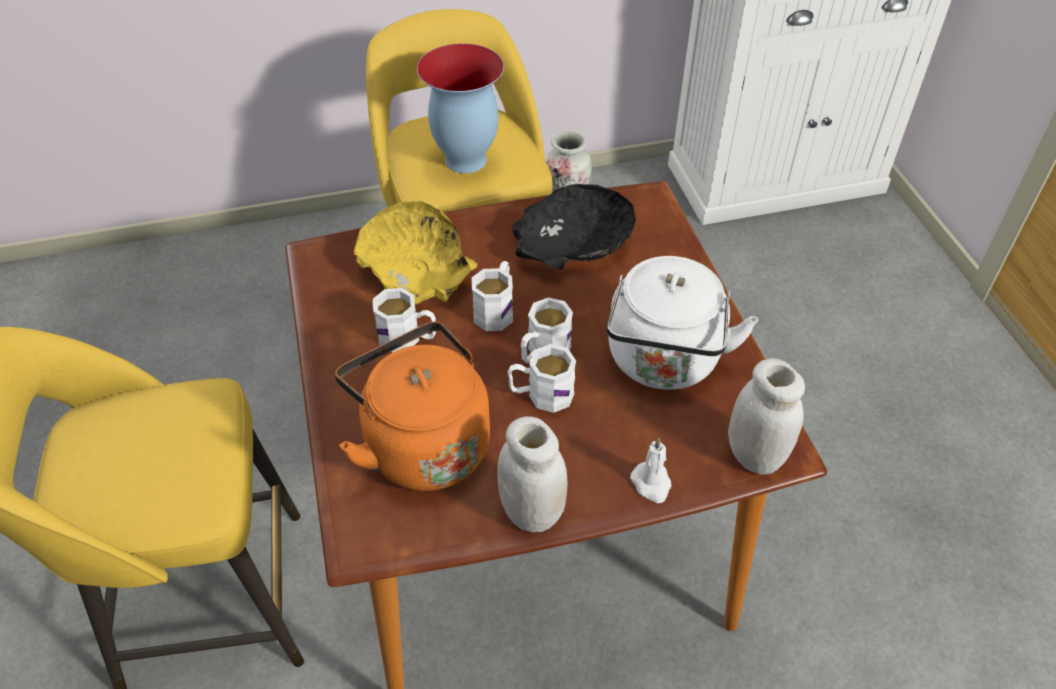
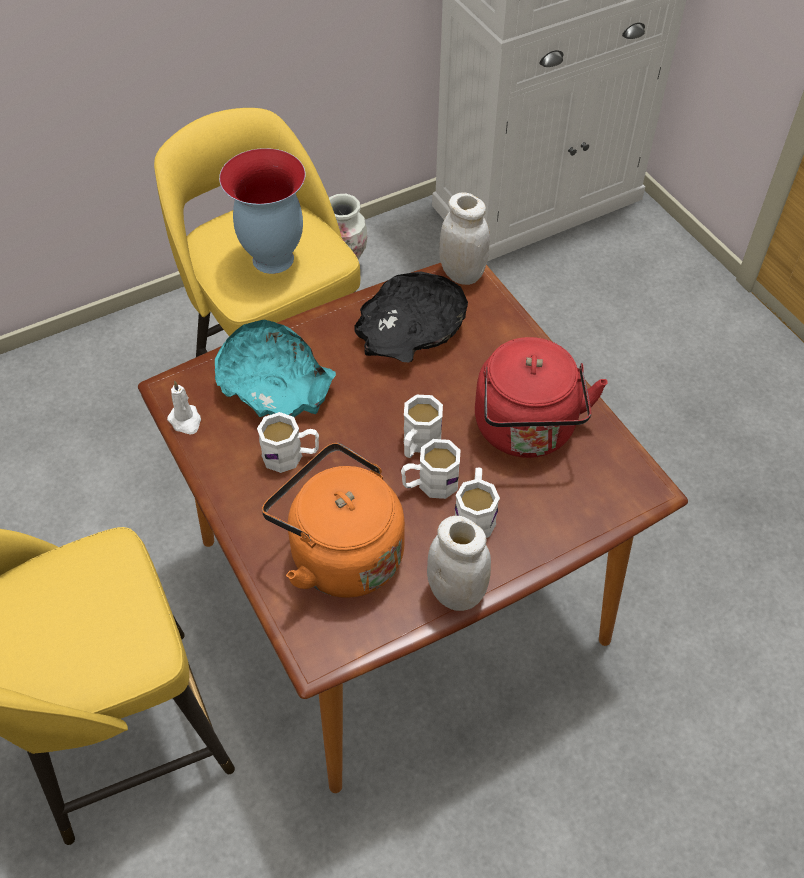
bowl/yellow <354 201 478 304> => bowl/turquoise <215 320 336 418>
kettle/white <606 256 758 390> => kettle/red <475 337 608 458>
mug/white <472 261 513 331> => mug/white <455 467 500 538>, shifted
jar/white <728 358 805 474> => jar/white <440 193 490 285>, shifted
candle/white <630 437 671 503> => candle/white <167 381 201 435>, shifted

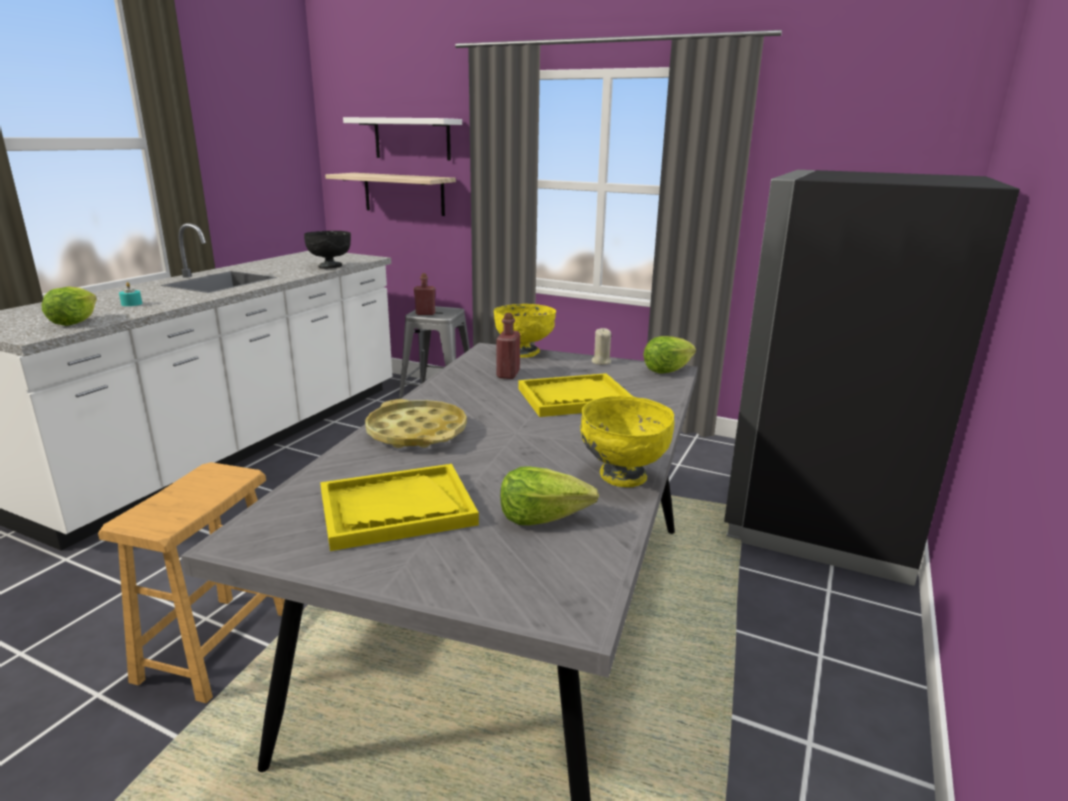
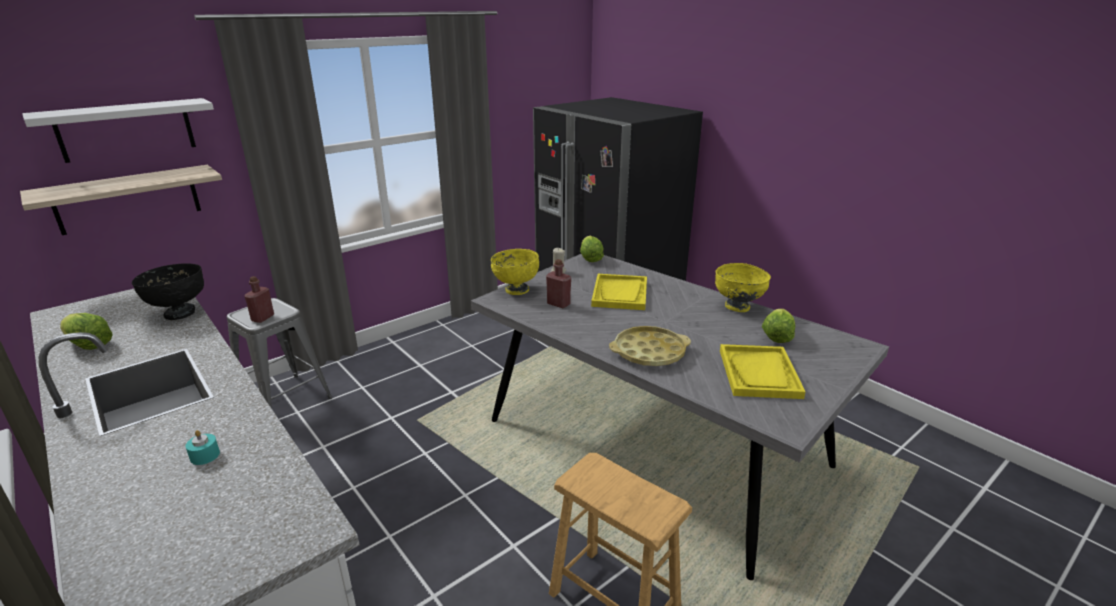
lettuce <42 286 97 326> => lettuce <60 313 113 350>, shifted

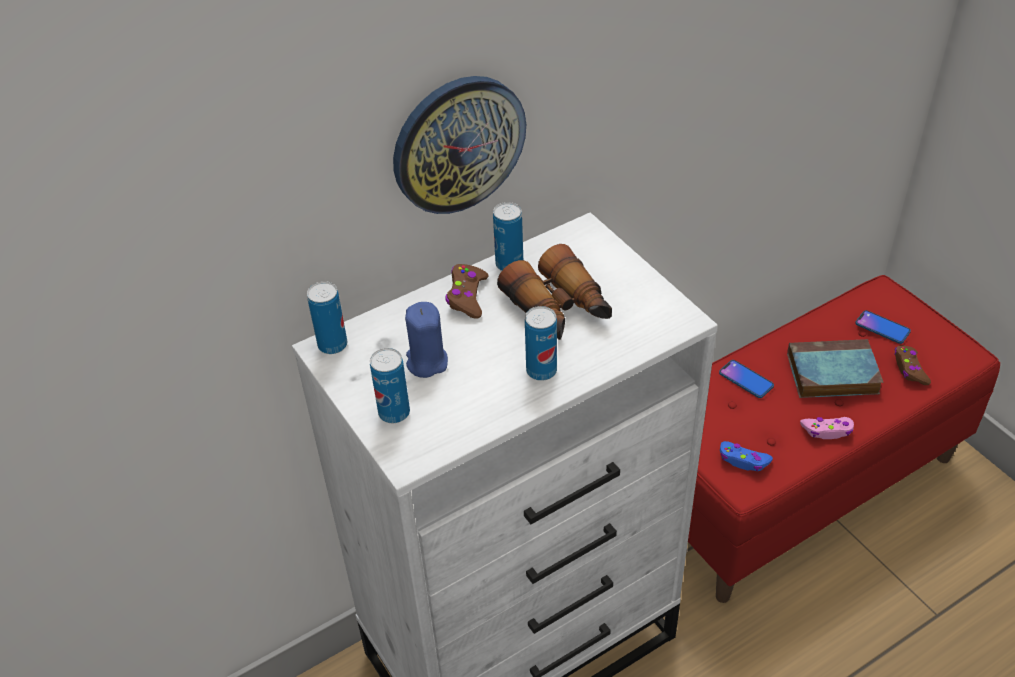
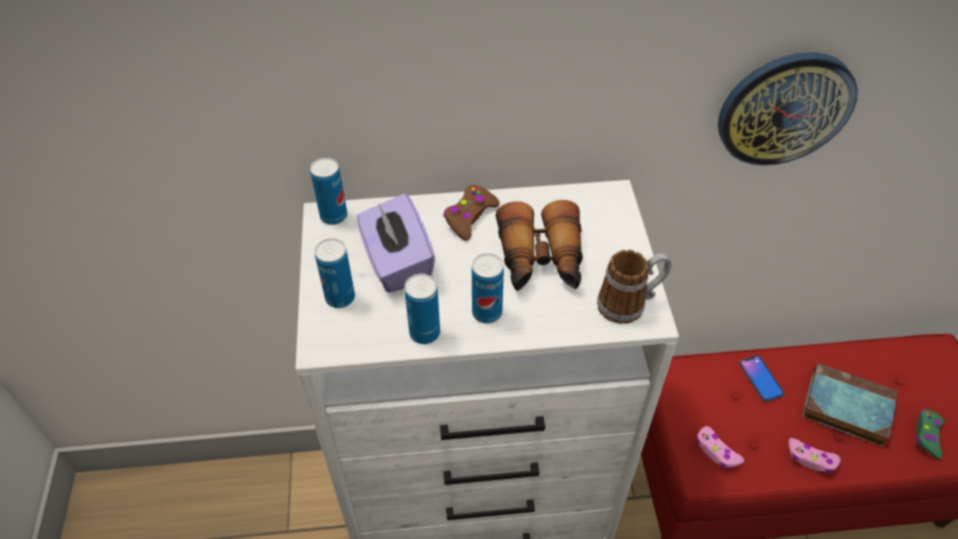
wall clock <393 76 526 214> => wall clock <718 52 858 166>, shifted
can <493 202 523 271> => can <405 274 440 344>, shifted
candle/blue <405 302 448 378> => tissue box/purple <357 193 435 293>
phone <855 310 911 344> => nothing
game controller/brown <894 345 931 385> => game controller/green <916 409 945 459>
game controller/blue <720 441 773 471> => game controller/pink <696 426 744 468>
nothing => mug <597 250 672 324>

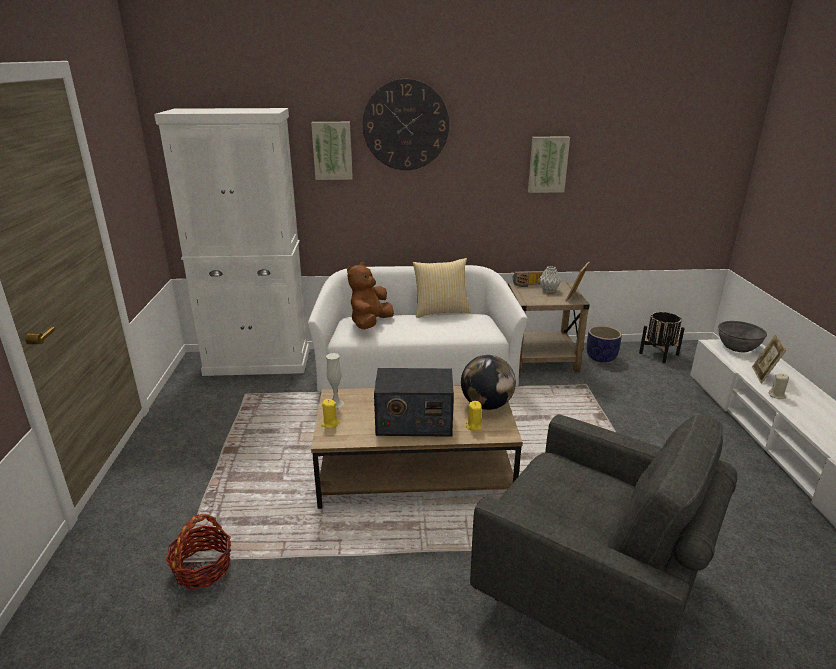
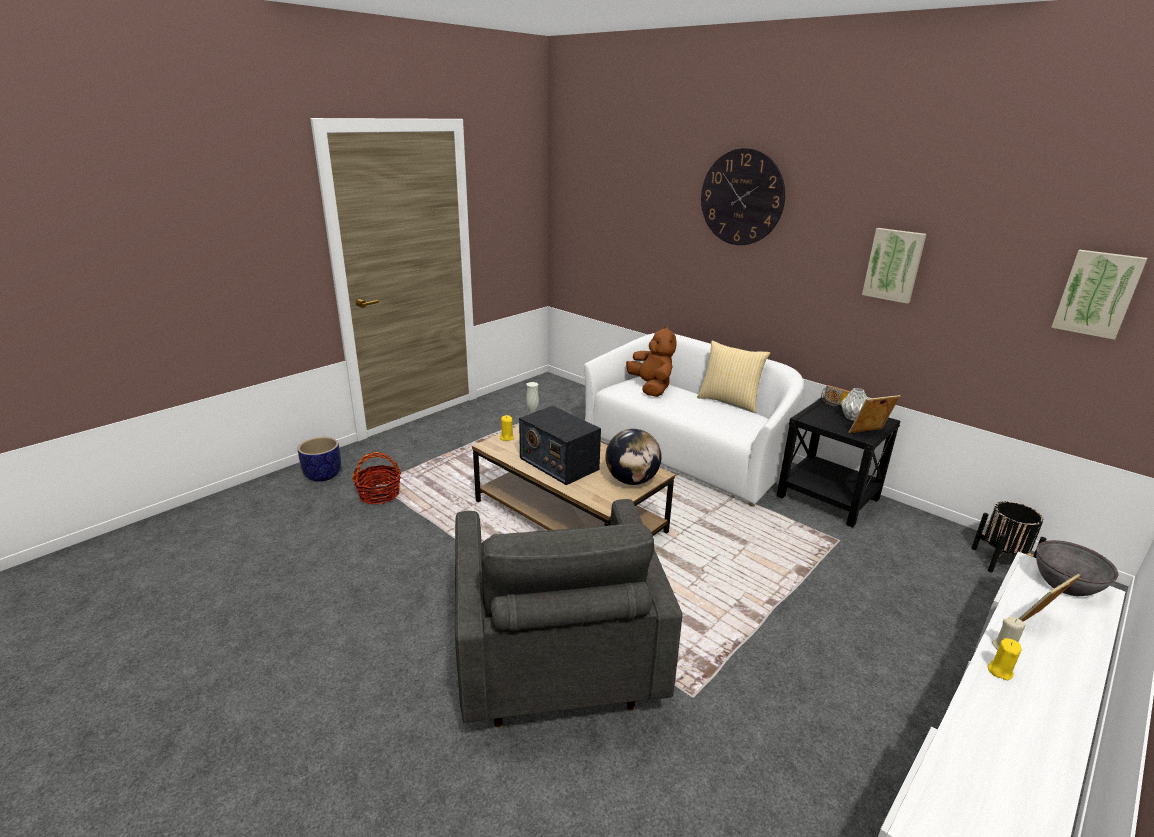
cabinet/white <154 108 310 376> => nothing
picture <311 122 353 180> => picture <1051 249 1147 340>, shifted
plush toy/brown <347 262 394 329> => plush toy/brown <626 326 676 397>, 90 degrees clockwise
side table/beige <508 282 590 374> => side table/black <777 398 901 527>
planter <587 326 622 363> => planter <298 437 341 482>, shifted
candle/yellow <466 401 482 431> => candle/yellow <988 638 1022 680>, shifted

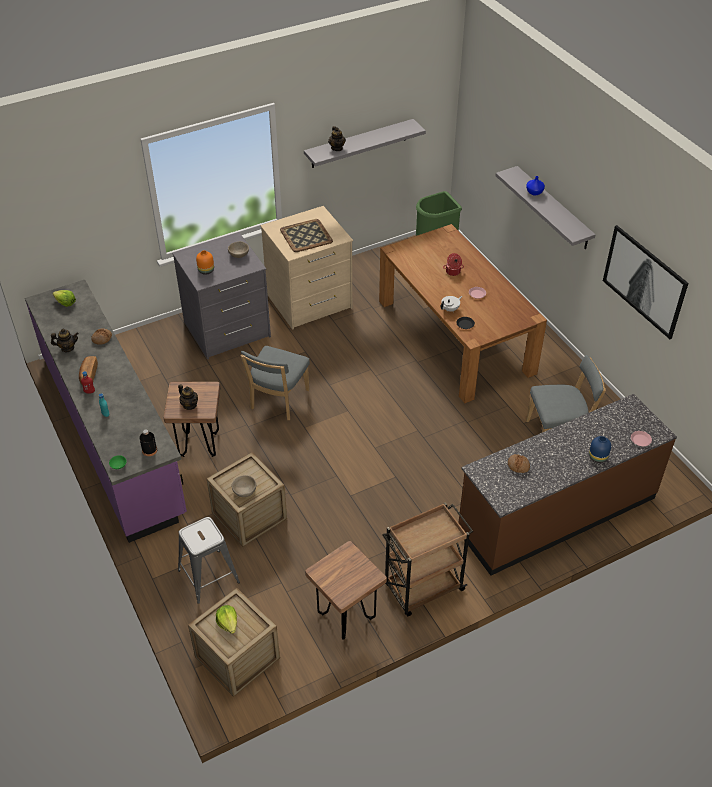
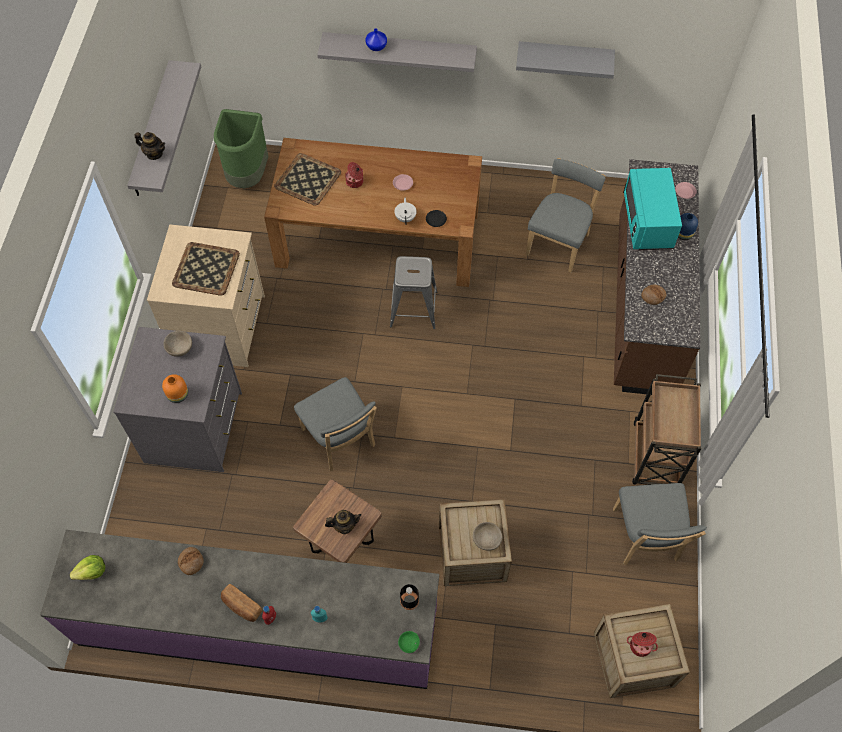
picture <603 225 688 339> => shelf/grey <516 41 615 79>
teapot <51 329 79 352> => nothing
stool/grey <178 517 240 604> => stool/grey <390 256 437 329>, shifted
stool/brown <305 541 387 640> => chair/grey <613 483 707 565>
lettuce <216 605 237 634> => cooking pot <627 632 658 657>
nothing => tray <274 153 341 206>
nothing => microwave/turquoise <624 168 682 250>

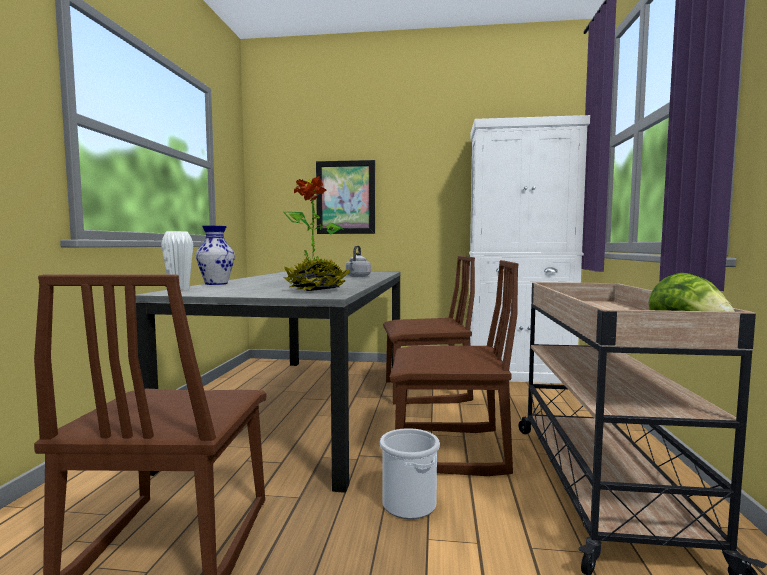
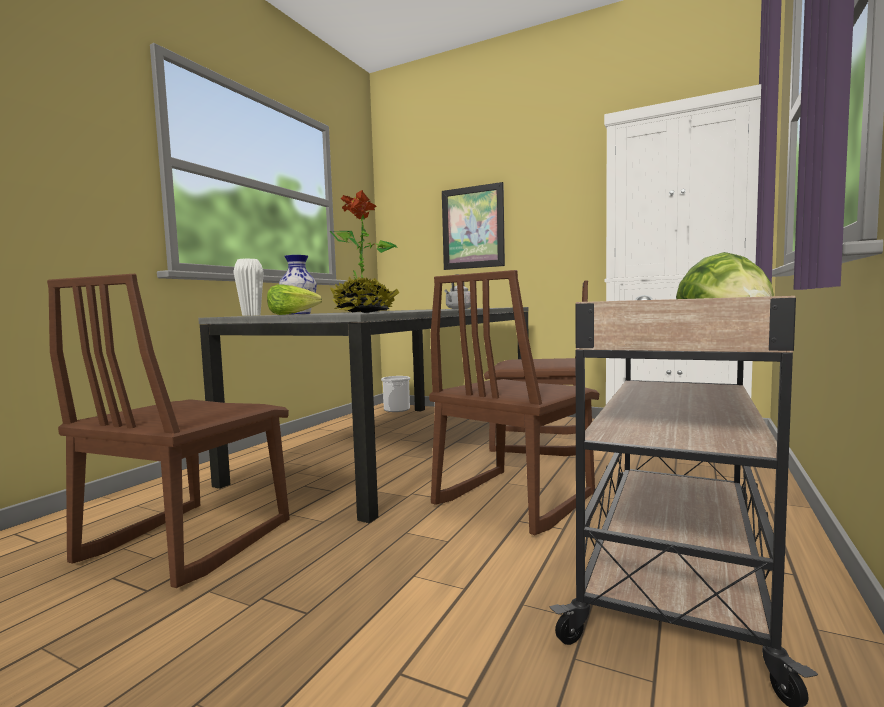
chair/brown <390 260 519 476> => chair/brown <429 270 599 535>, 105 degrees clockwise
bucket <380 428 440 519> => bucket <381 376 410 412>, shifted
nothing => lettuce <267 285 322 315>

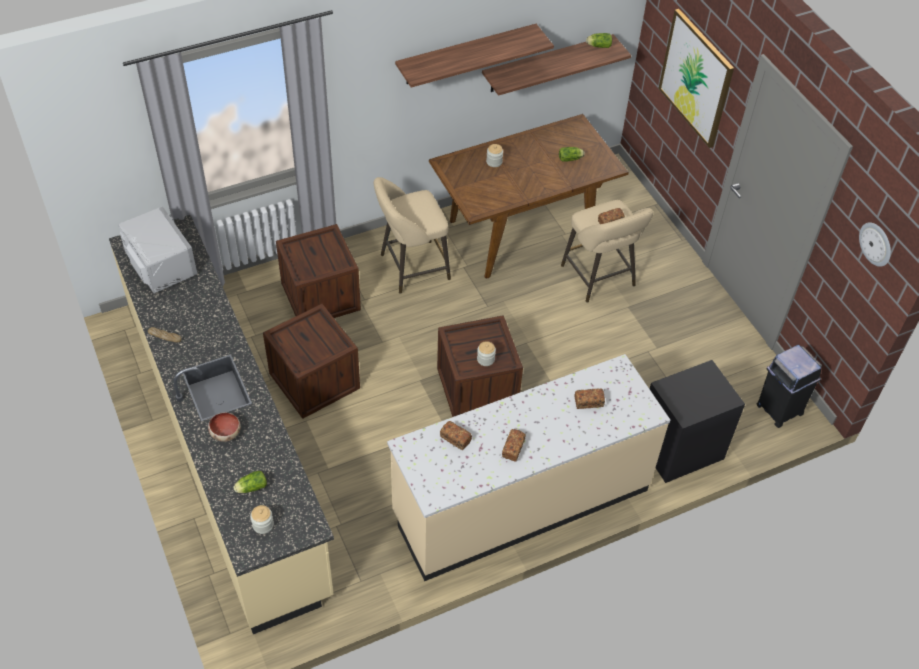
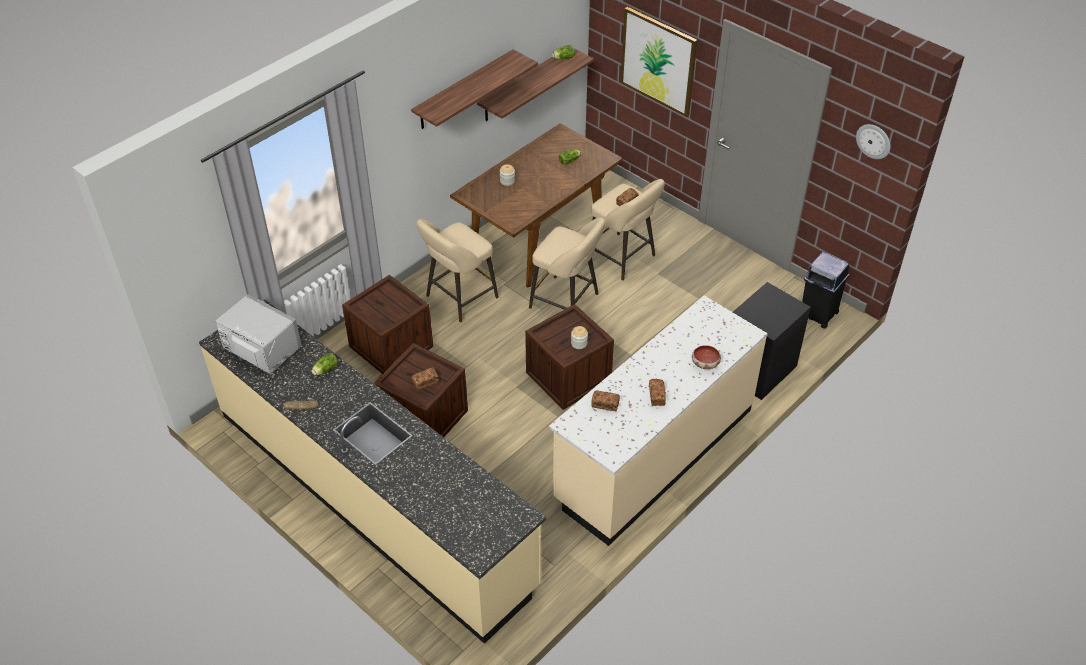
bread <575 388 605 409> => bread <411 367 439 390>, shifted
bowl <208 412 241 442> => bowl <692 345 721 369>, shifted
lettuce <233 471 267 493> => lettuce <311 353 338 375>, shifted
jar <250 505 274 534> => nothing
nothing => stool/beige <529 217 606 310>

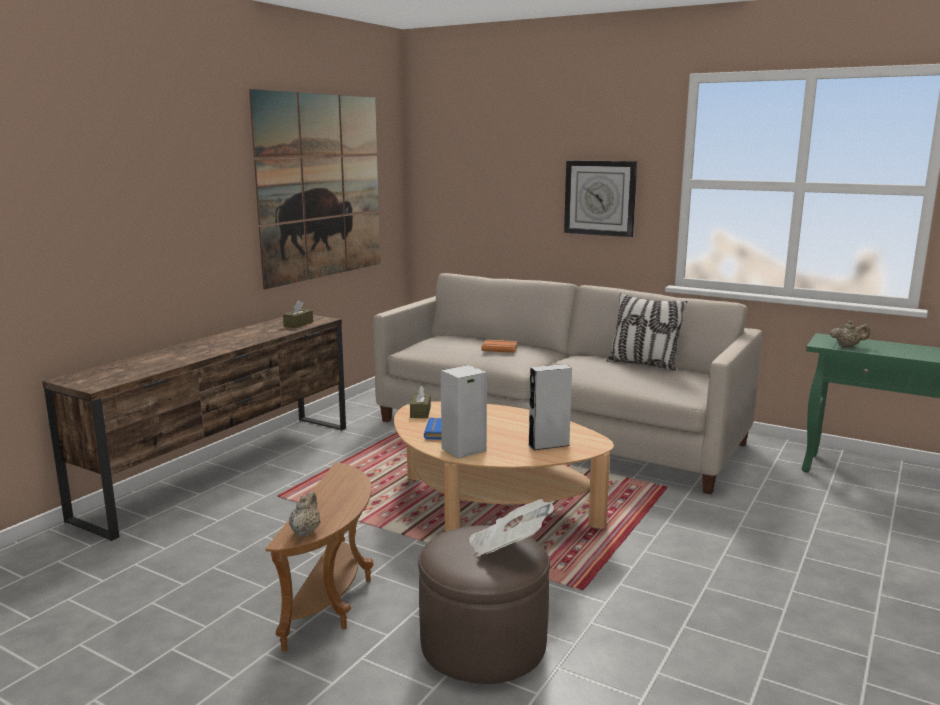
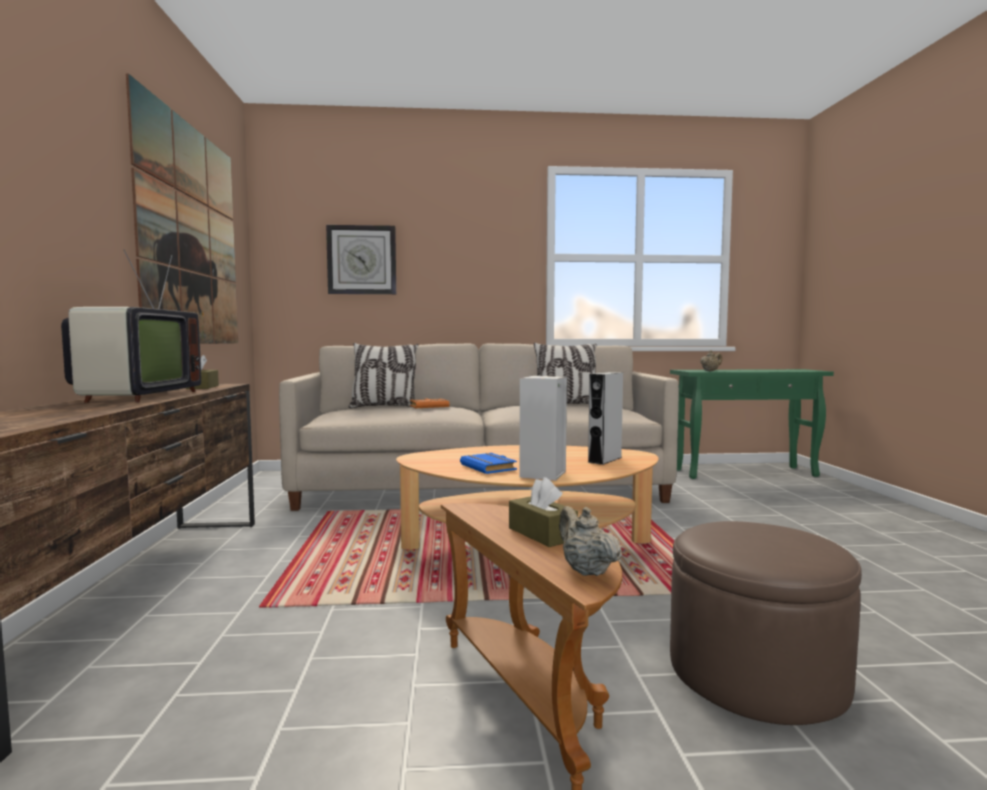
wall clock <564 160 637 237> => wall clock <326 225 396 294>, shifted
tissue box/brown <410 385 431 418> => tissue box/brown <509 477 578 547>, shifted
newspaper <469 499 554 557> => nothing
nothing => television <61 249 201 403>
nothing => pillow <349 343 418 408>

